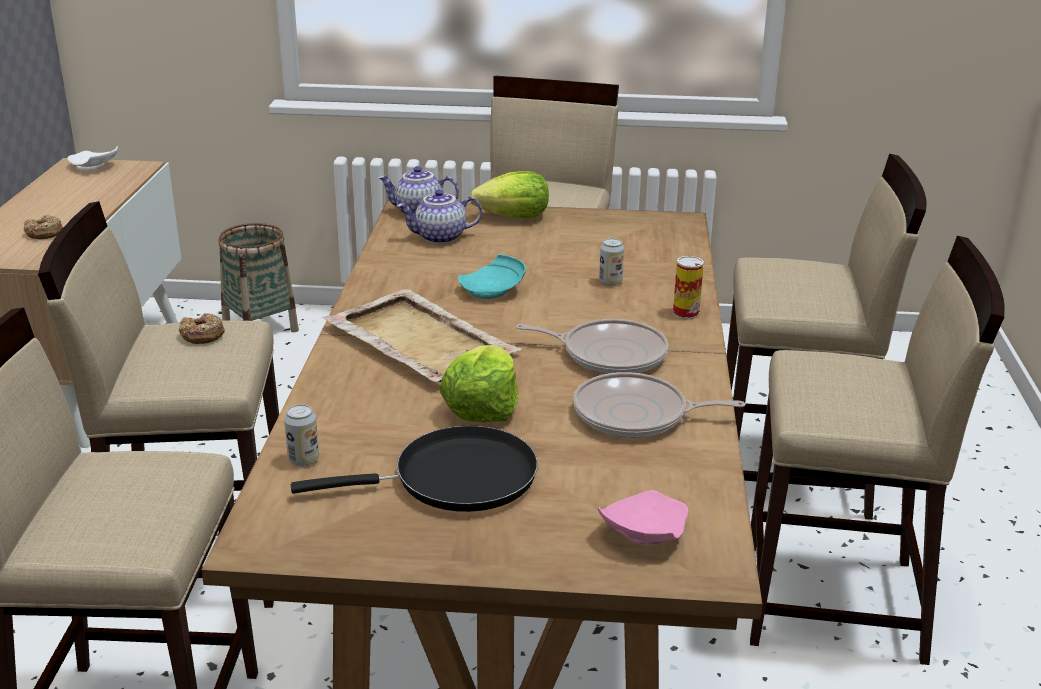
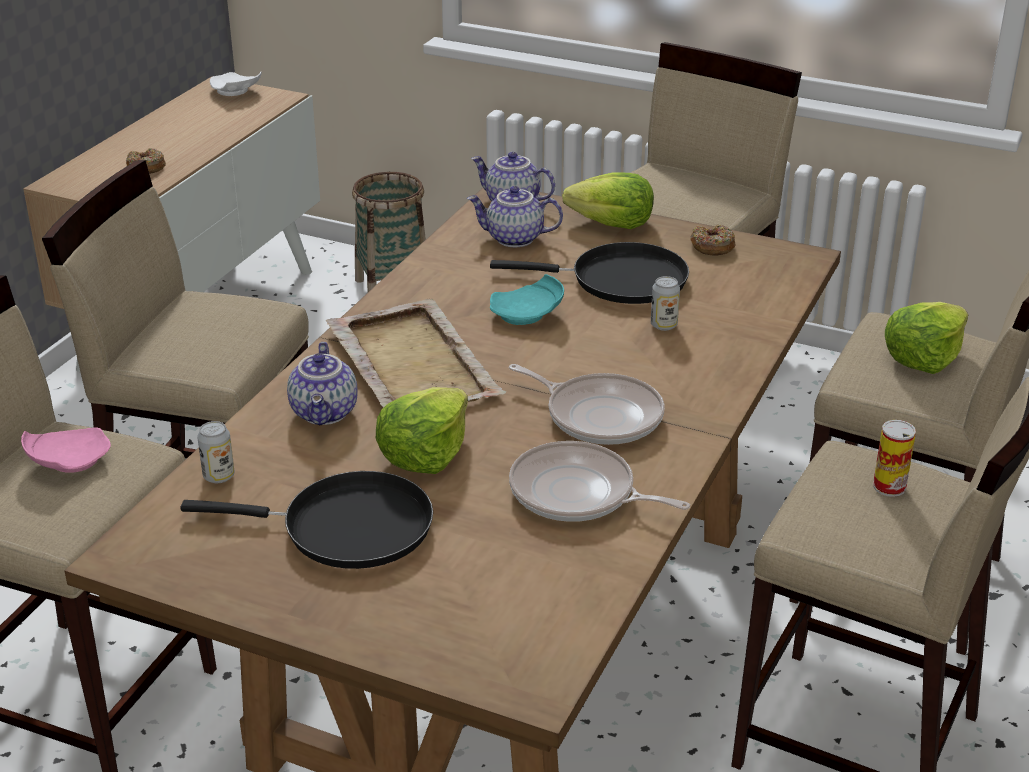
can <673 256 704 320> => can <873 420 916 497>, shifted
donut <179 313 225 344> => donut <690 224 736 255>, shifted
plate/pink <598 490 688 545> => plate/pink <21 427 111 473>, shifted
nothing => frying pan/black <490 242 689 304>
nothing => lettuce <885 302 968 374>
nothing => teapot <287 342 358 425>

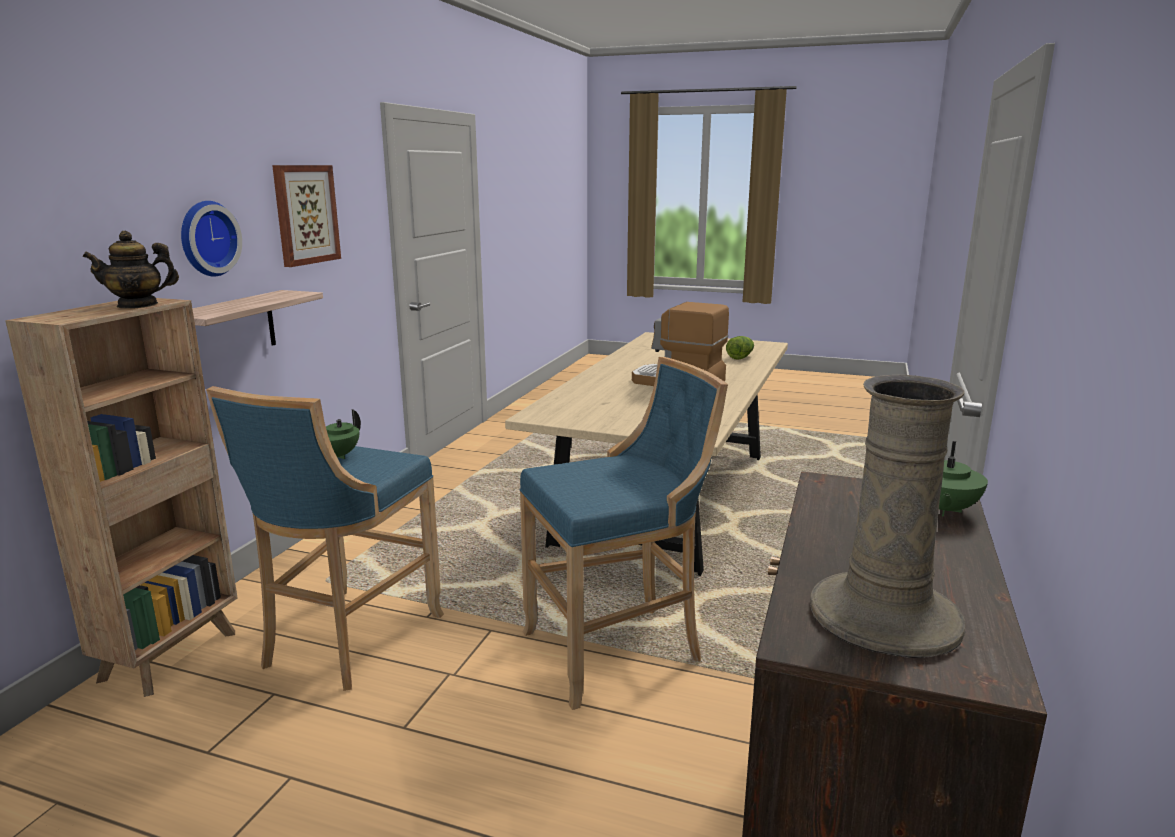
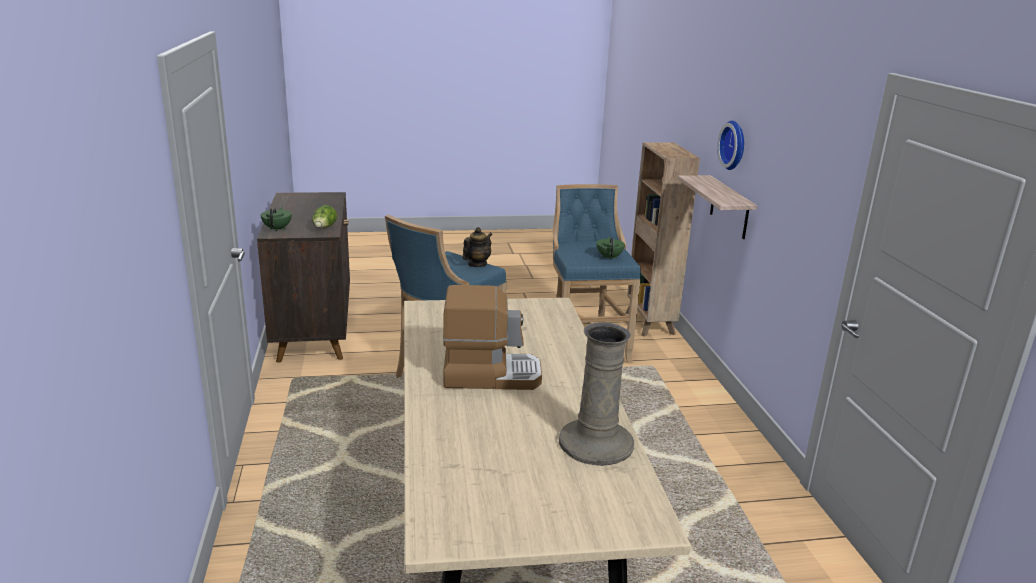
picture <272 165 341 267> => nothing
teapot <82 231 179 309> => teapot <462 227 492 267>, shifted
lettuce <726 336 754 360> => lettuce <312 205 337 228>, shifted
vase/beige <810 375 965 658> => vase/beige <559 322 634 466>, shifted

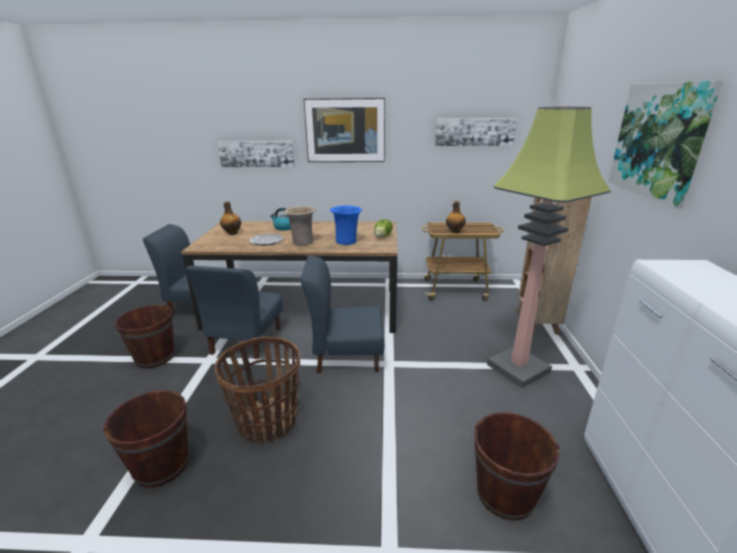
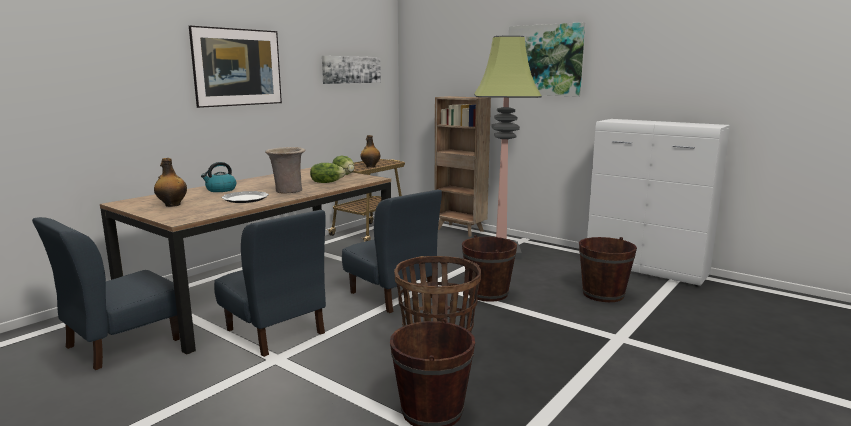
picture <217 141 295 167> => nothing
vase/blue <330 206 362 245> => lettuce <310 163 346 183>
chair/blue <300 256 384 373> => chair/blue <342 189 442 313>, 75 degrees counterclockwise
bucket/brown <115 304 175 368> => bucket/brown <462 235 517 302>, shifted

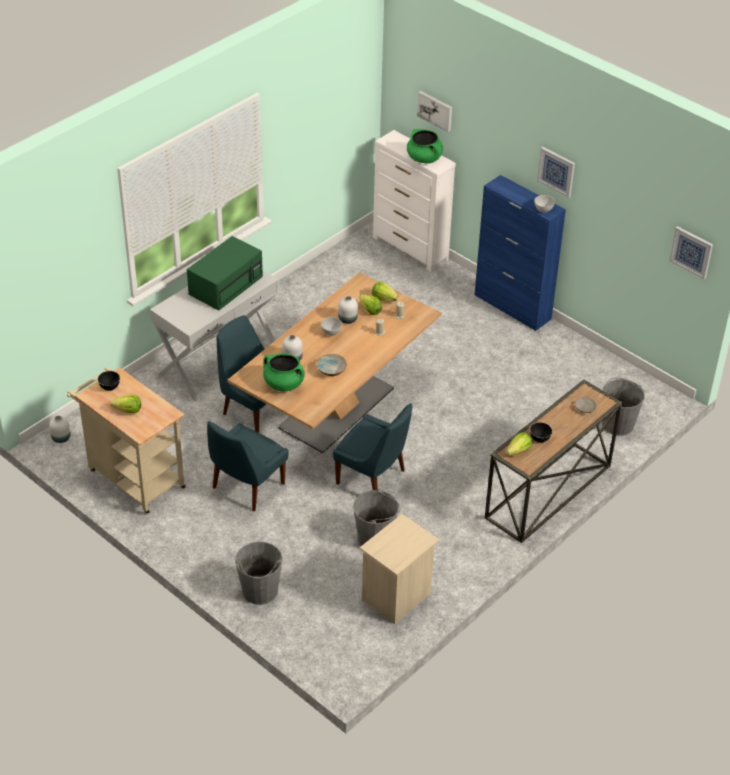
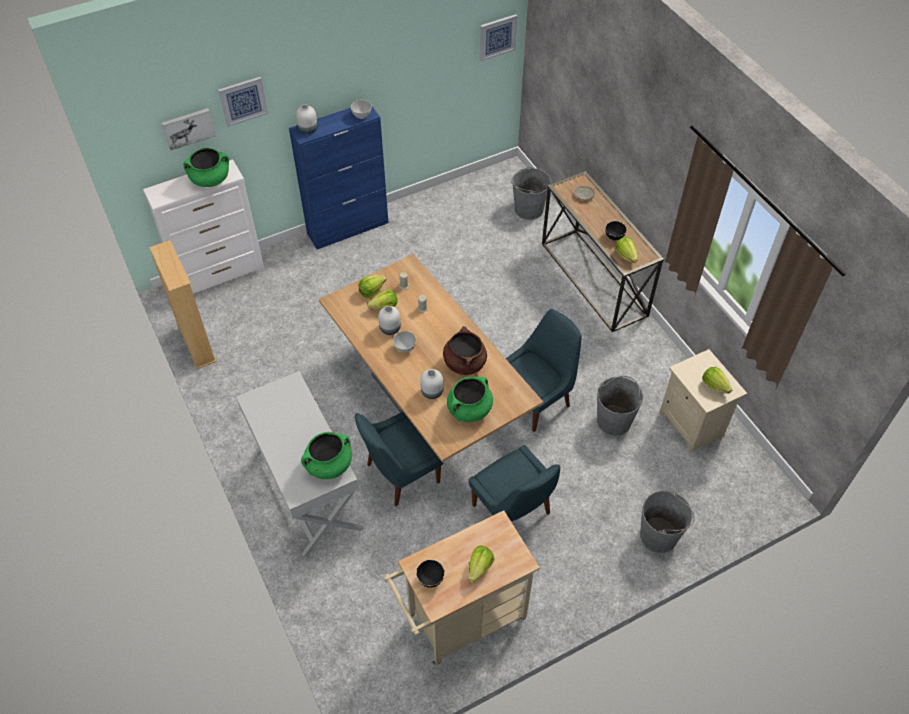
picture <537 147 575 198> => picture <218 77 268 127>, shifted
microwave/green <187 236 263 311> => nothing
bowl <317 354 347 376> => cooking pot/brown <443 326 487 375>
vase/white <49 416 70 443> => vase/white <296 104 317 134>, shifted
nothing => bookcase/beige <149 240 217 369>
nothing => lettuce <702 367 732 394>
nothing => cooking pot/green <301 432 352 479>

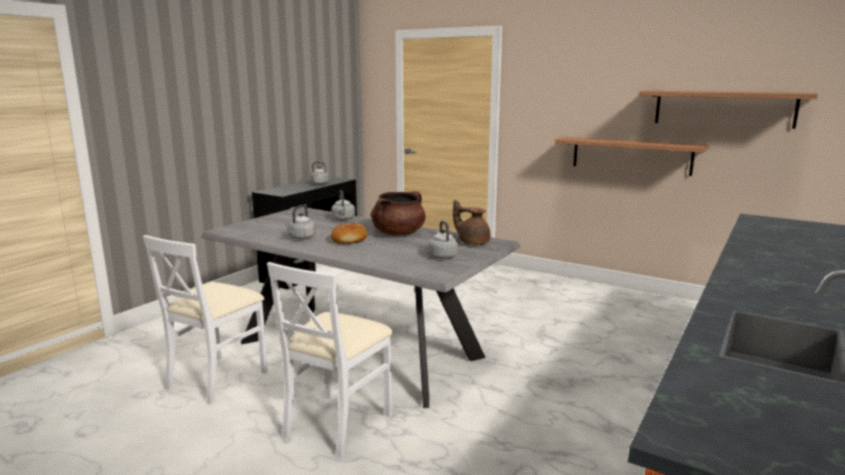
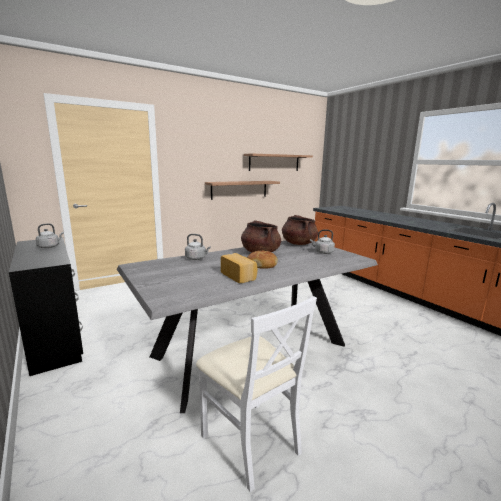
teapot/brown <453 199 491 245> => cooking pot/brown <282 215 318 245>
kettle/grey <284 205 316 240> => bread <221 253 258 283>
chair/white <267 262 393 458> => nothing

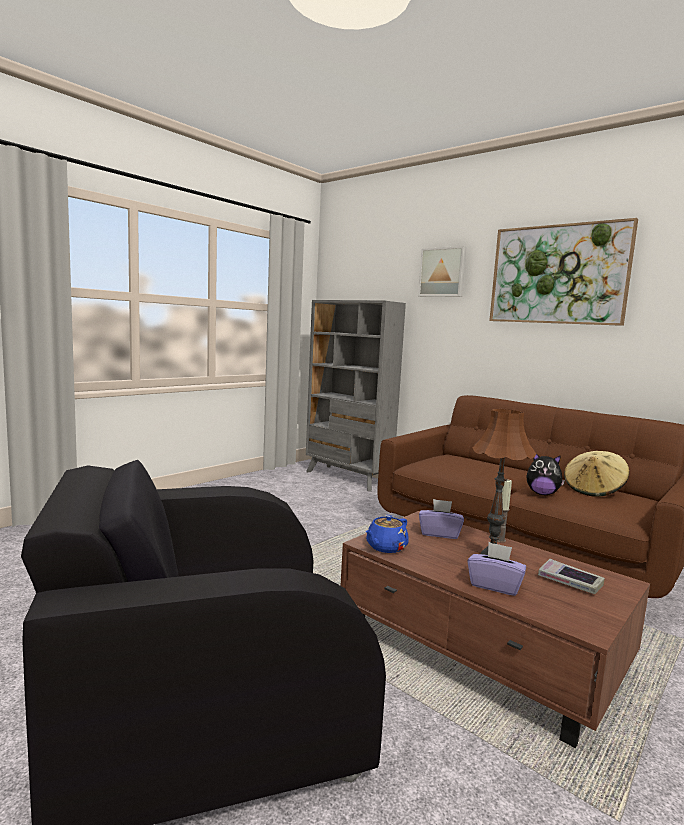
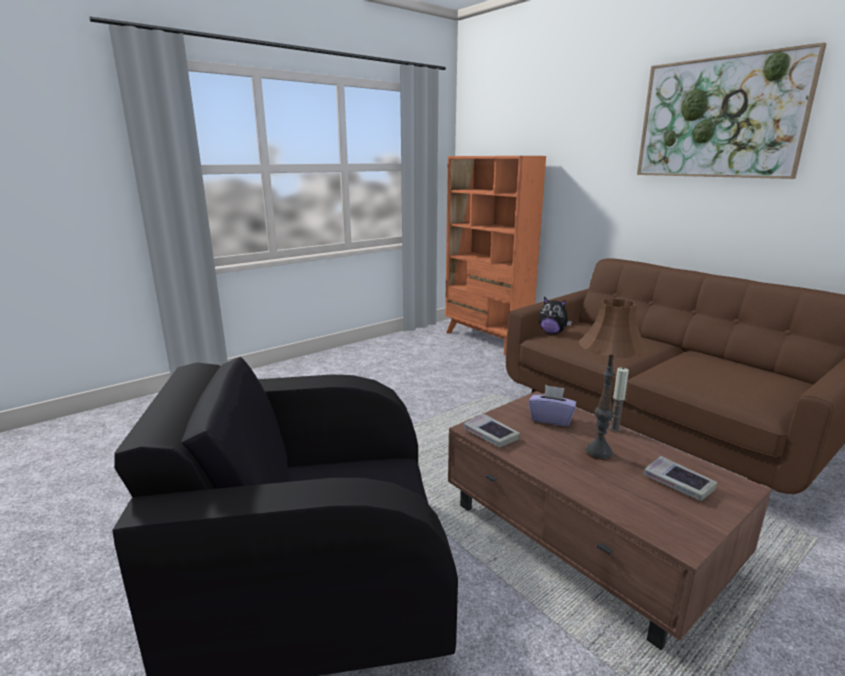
picture <418 246 467 297> => nothing
bookcase/grey <306 300 406 491> => bookcase/orange <445 156 546 355>
hat/beige <564 451 629 497> => nothing
plush toy <526 454 565 495> => plush toy <539 297 572 334>, shifted
teapot/blue <365 515 409 553> => book <463 414 520 447>
tissue box/purple <467 542 526 596> => nothing

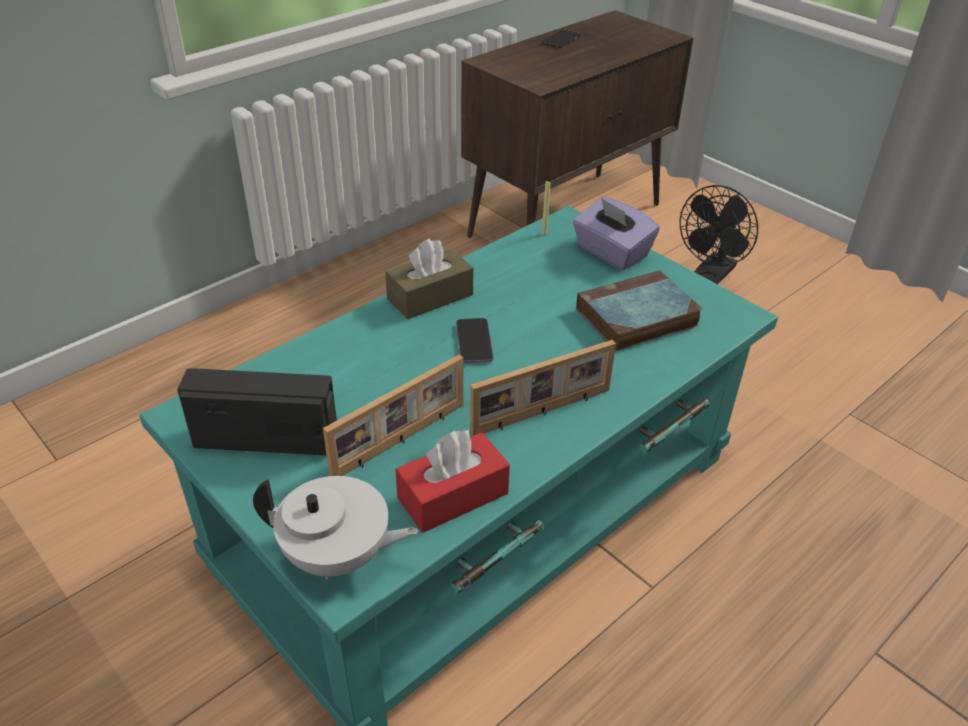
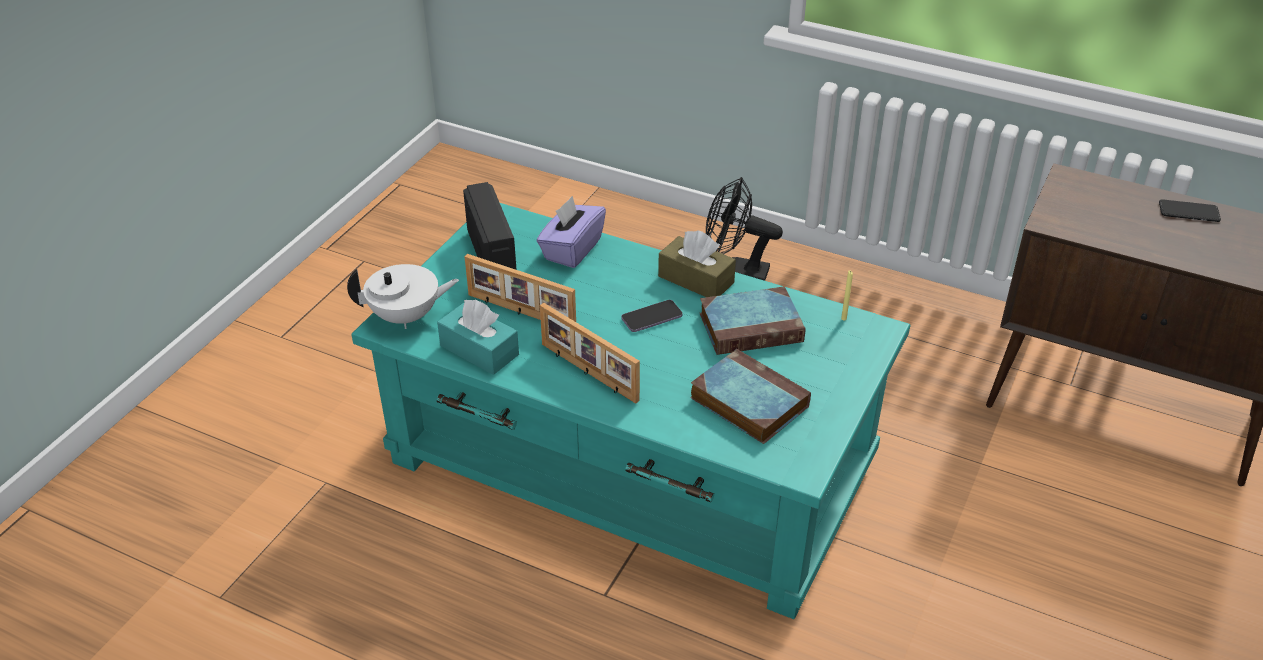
fan/black <680 185 758 284> => fan/black <706 177 783 281>, shifted
tissue box/purple <573 197 660 270> => tissue box/purple <537 196 606 268>, shifted
tissue box/red <395 429 510 533> => tissue box/turquoise <437 300 519 375>
teapot/white <253 476 419 579> => teapot/white <347 264 459 329>, 90 degrees counterclockwise
nothing => book <700 287 806 355>

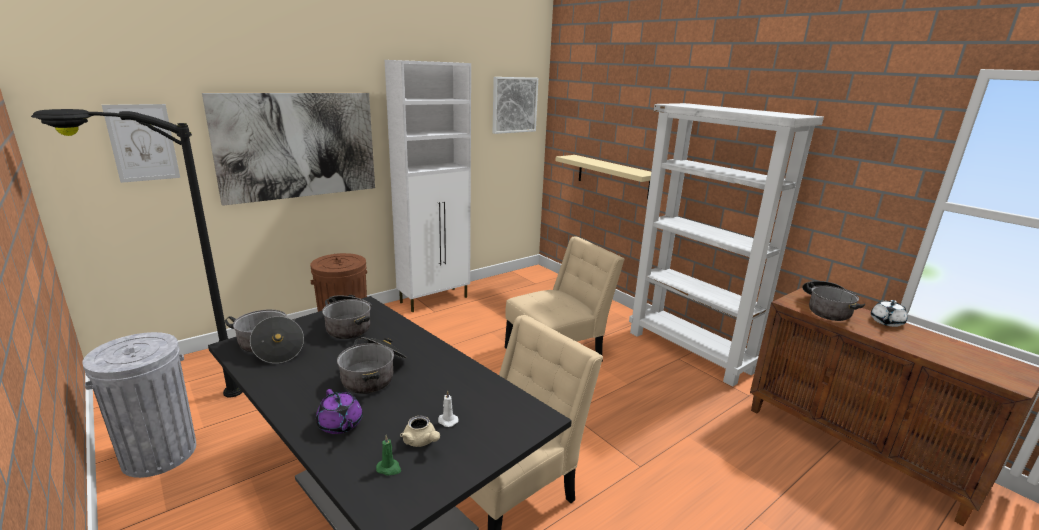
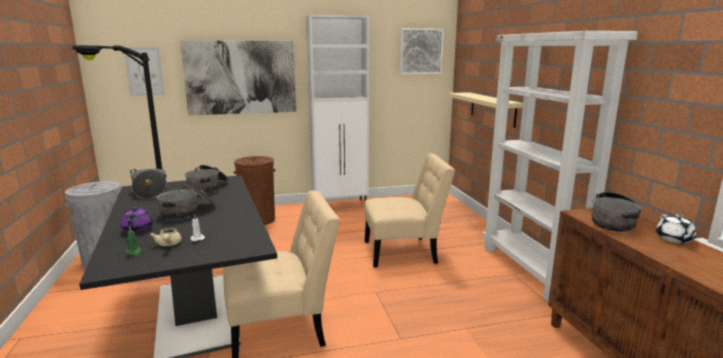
teapot/white <871 300 907 327> => teapot/white <656 214 697 243>, 60 degrees counterclockwise

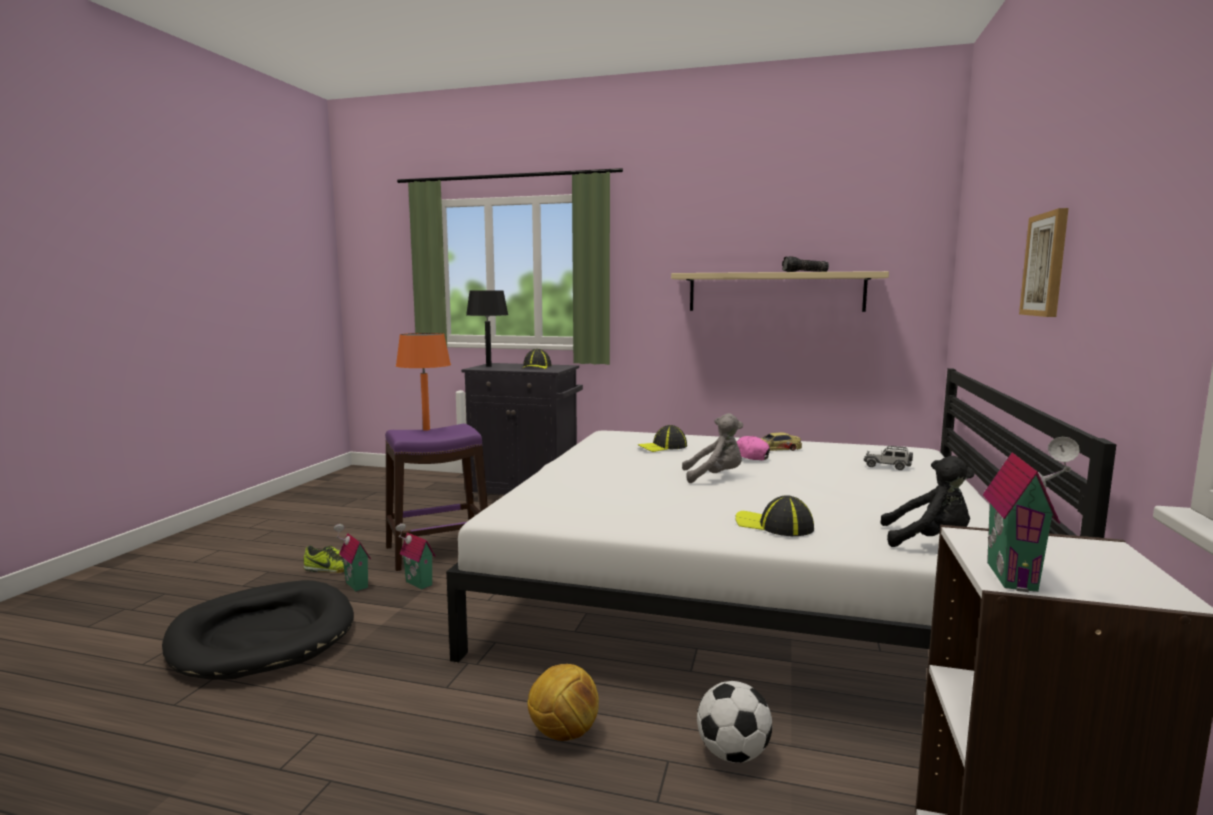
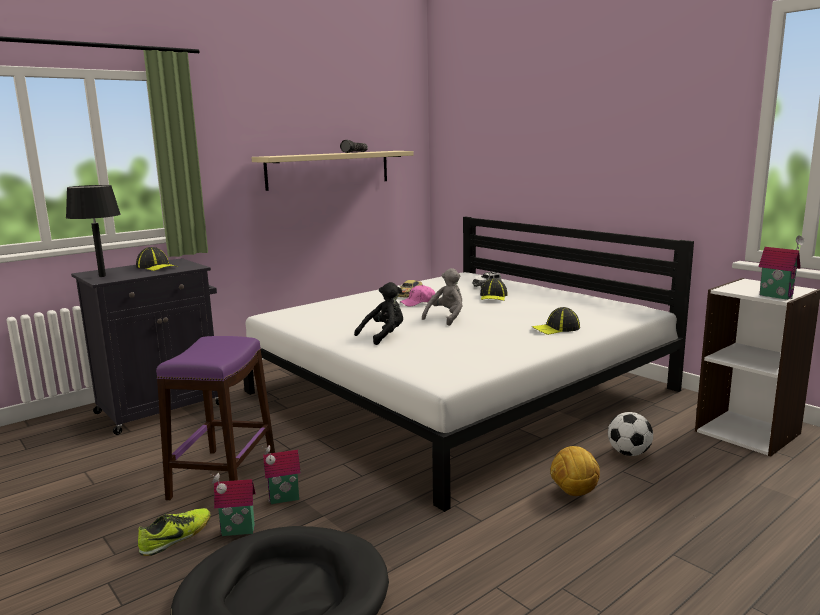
picture <1019 208 1069 317> => nothing
table lamp/orange <396 333 451 431> => nothing
cap <638 425 687 452> => cap <480 278 508 301>, shifted
plush toy/black <880 456 975 547> => plush toy/black <354 282 403 345>, shifted

